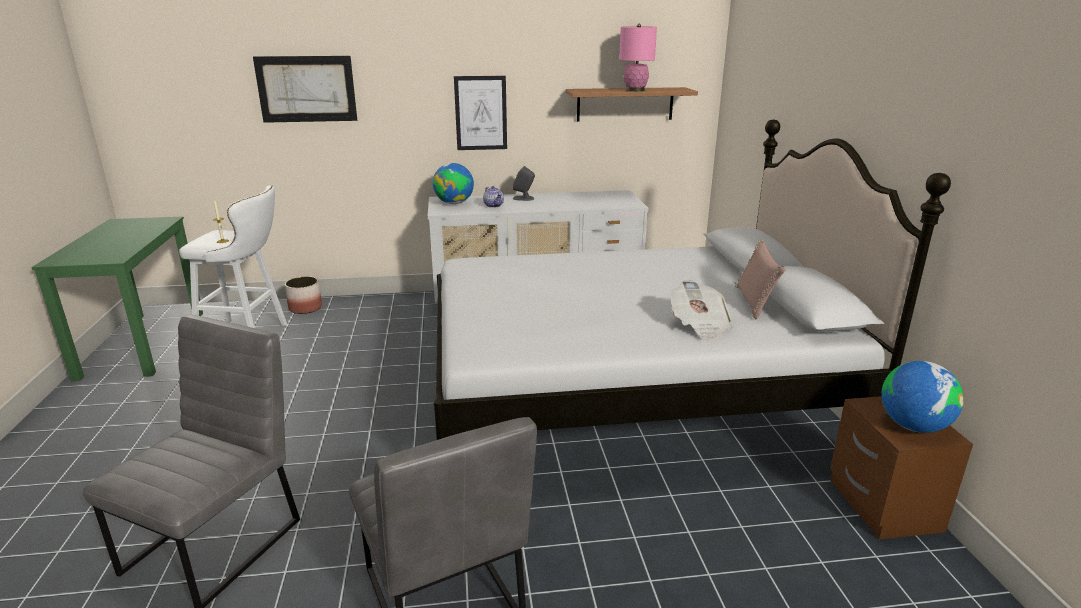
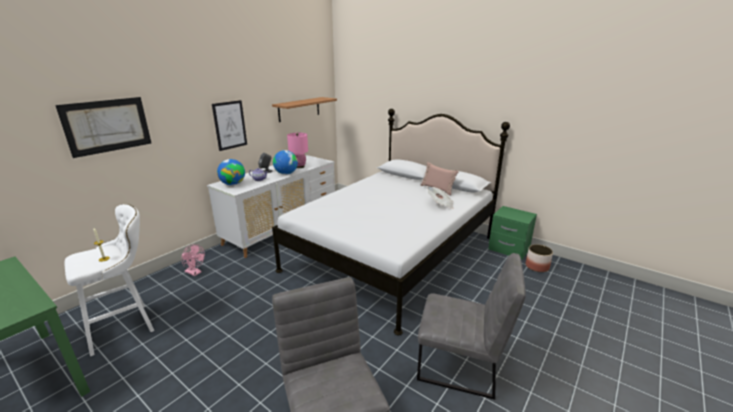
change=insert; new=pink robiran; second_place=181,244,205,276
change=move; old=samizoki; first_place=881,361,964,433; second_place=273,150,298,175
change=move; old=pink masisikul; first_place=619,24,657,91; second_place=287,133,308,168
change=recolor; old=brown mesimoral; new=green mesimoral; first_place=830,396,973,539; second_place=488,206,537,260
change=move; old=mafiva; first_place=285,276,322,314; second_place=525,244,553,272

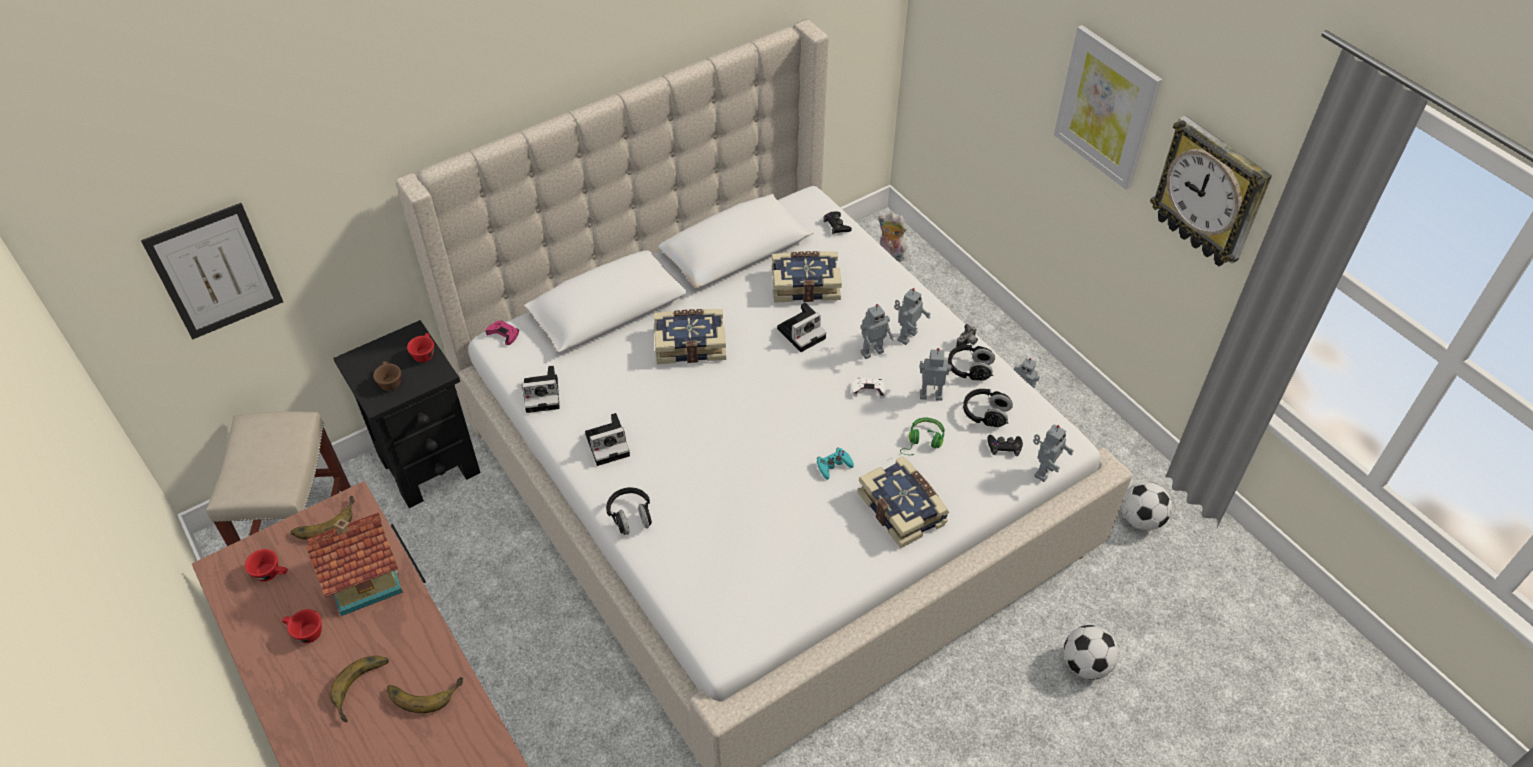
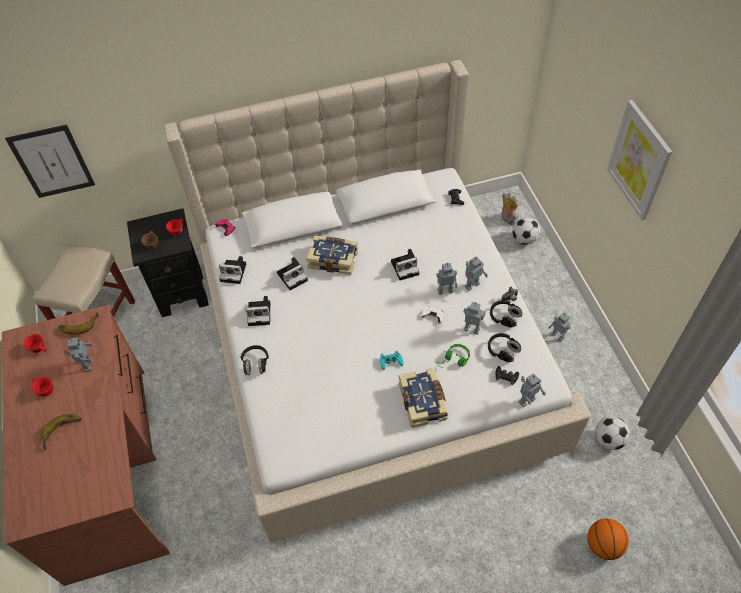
change=replace; old=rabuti; new=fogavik; first_place=306,513,403,616; second_place=64,337,94,372
change=insert; new=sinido; second_place=277,257,308,290
change=move; old=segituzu; first_place=1064,625,1119,680; second_place=512,217,540,245
change=insert; new=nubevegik; second_place=587,519,629,560
change=delete; old=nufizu; first_place=387,677,463,713
change=delete; old=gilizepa; first_place=772,251,842,303
change=delete; old=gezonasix; first_place=1150,115,1272,267

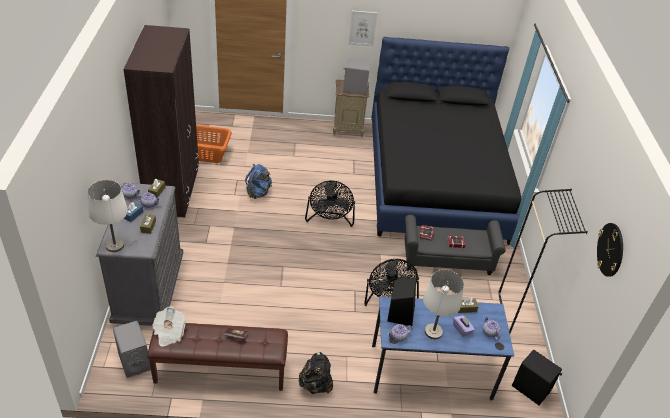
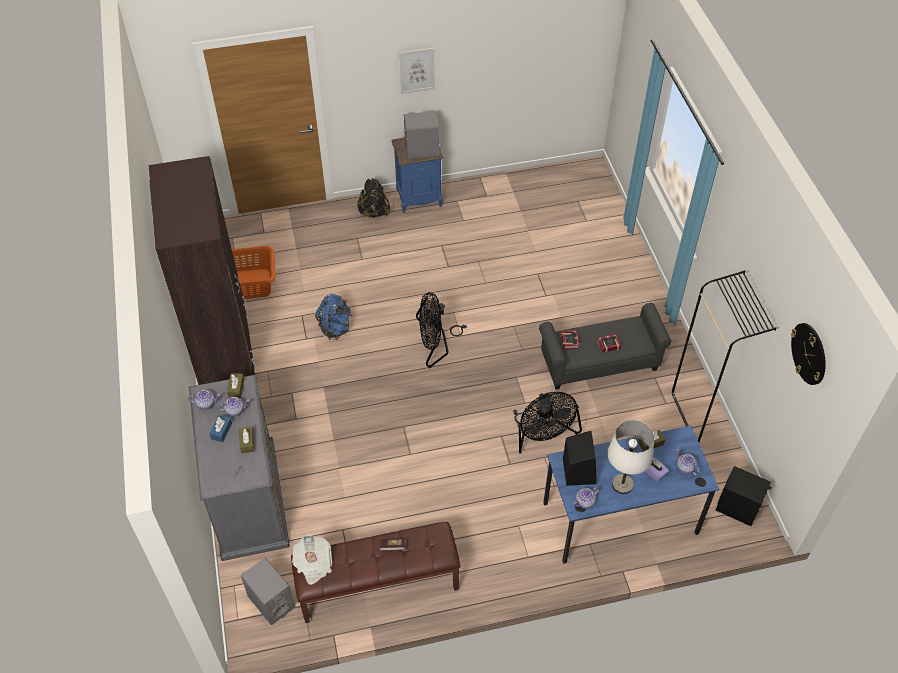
change=move; old=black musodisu; first_place=299,352,333,394; second_place=357,178,390,218
change=recolor; old=beige mesimoral; new=blue mesimoral; first_place=333,79,369,138; second_place=391,137,444,213
change=rotate; old=black robiran; first_place=305,180,355,227; second_place=416,292,466,368; degrees=90
change=delete; old=white masisikul; first_place=87,180,128,252
change=delete; old=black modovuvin; first_place=372,37,521,245

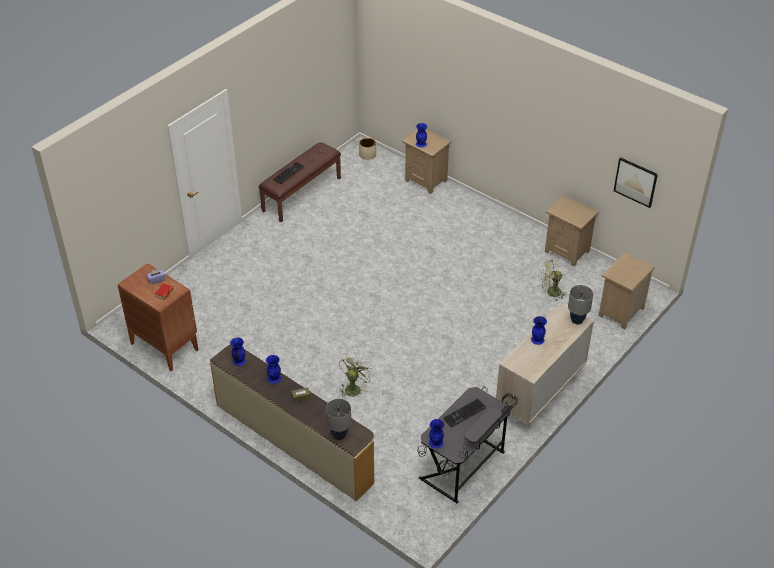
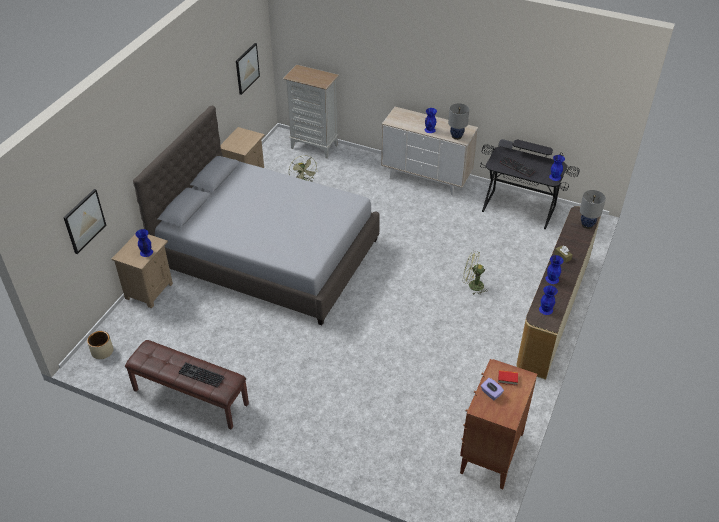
change=insert; new=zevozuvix; second_place=63,189,106,254
change=insert; new=grey modovuvin; second_place=133,106,380,325
change=replace; old=beige mesimoral; new=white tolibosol; first_place=598,252,654,330; second_place=283,65,339,158
change=move; old=grey masisikul; first_place=568,285,593,325; second_place=448,103,469,140

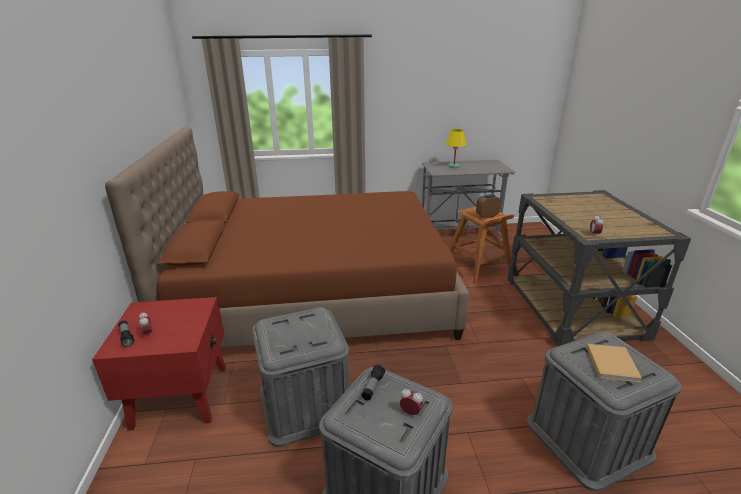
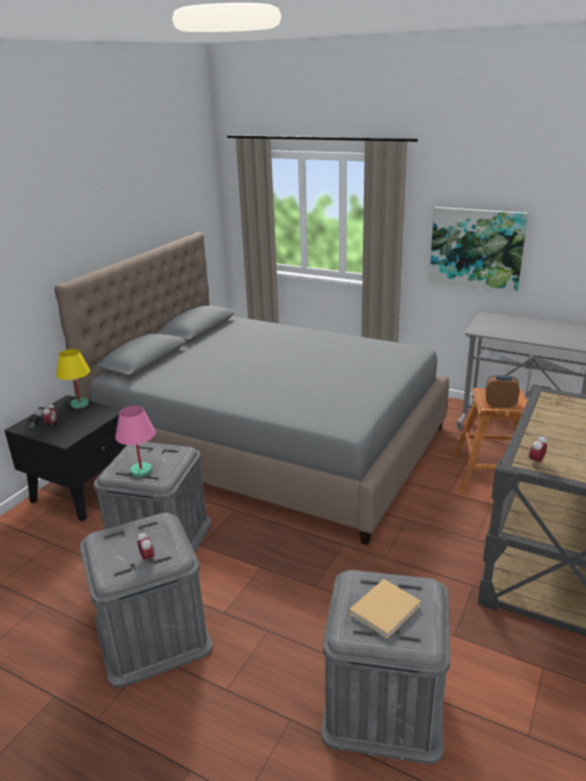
change=recolor; old=red mesimoral; new=black mesimoral; first_place=92,297,226,430; second_place=4,395,127,522
change=recolor; old=brown modovuvin; new=grey modovuvin; first_place=105,127,469,347; second_place=55,232,449,545
change=move; old=yellow masisikul; first_place=446,129,466,168; second_place=56,349,90,408
change=insert; new=pink masisikul; second_place=115,406,156,477
change=insert; new=zevozuvix; second_place=429,207,528,292
change=delete; old=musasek; first_place=362,364,385,400

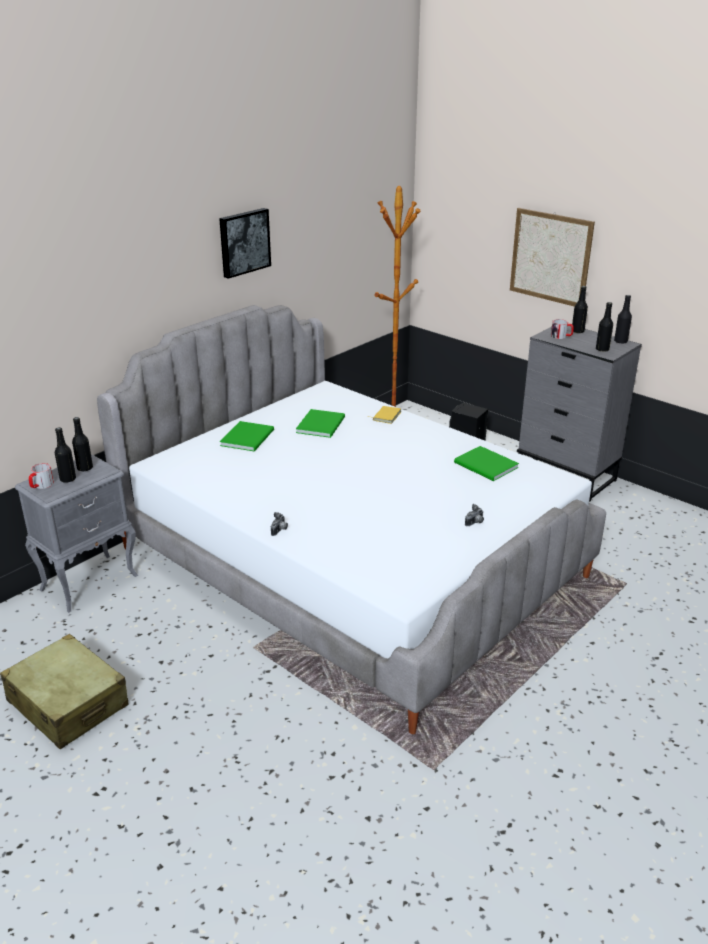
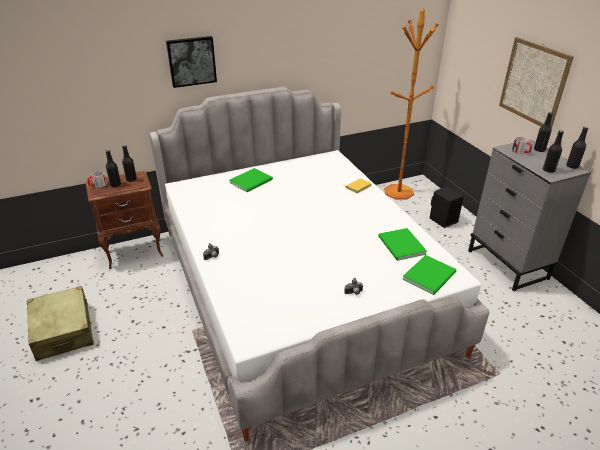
change=recolor; old=grey mesimoral; new=brown mesimoral; first_place=15,455,138,613; second_place=86,171,163,269
change=move; old=zevozuvix; first_place=219,208,271,279; second_place=166,36,217,88
change=move; old=green gilizepa; first_place=296,409,345,438; second_place=403,255,456,295

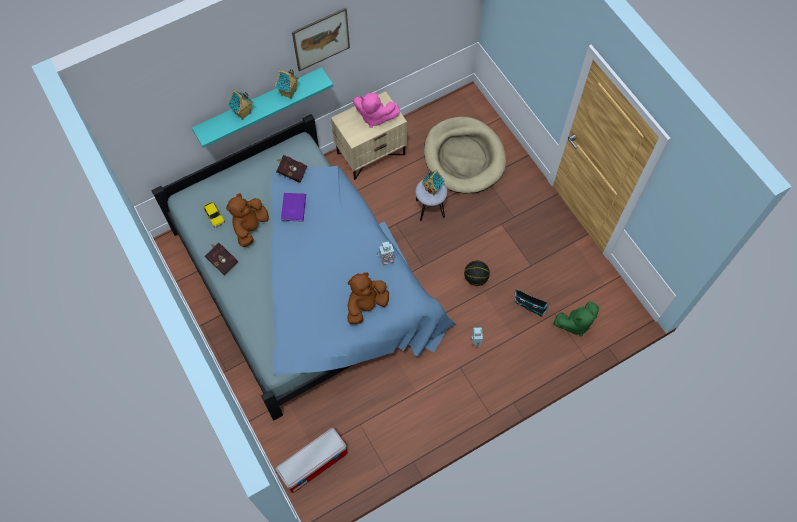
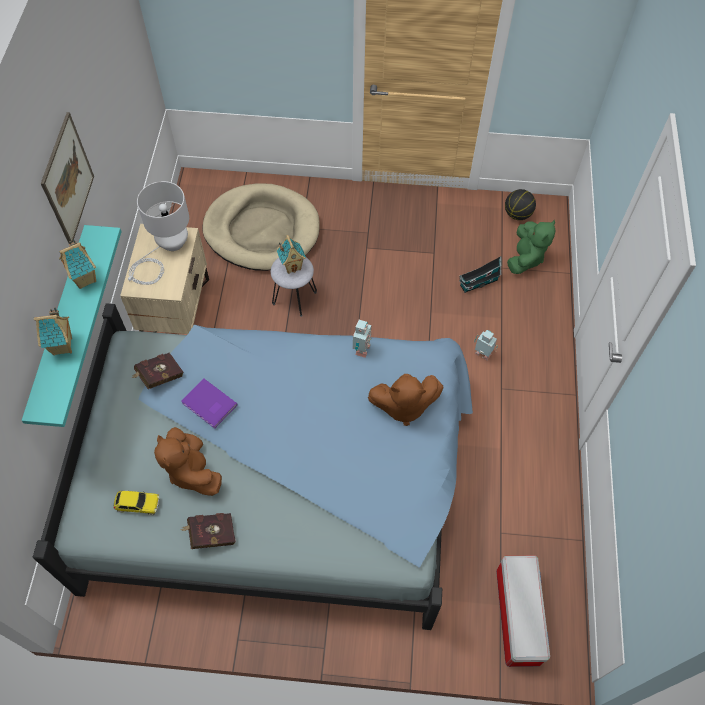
change=replace; old=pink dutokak; new=grey masisikul; first_place=353,93,400,128; second_place=128,181,189,285
change=rotate; old=brown dutokak; first_place=347,272,389,324; second_place=368,374,443,426; degrees=-90
change=move; old=nubevegik; first_place=464,261,490,286; second_place=505,189,536,220

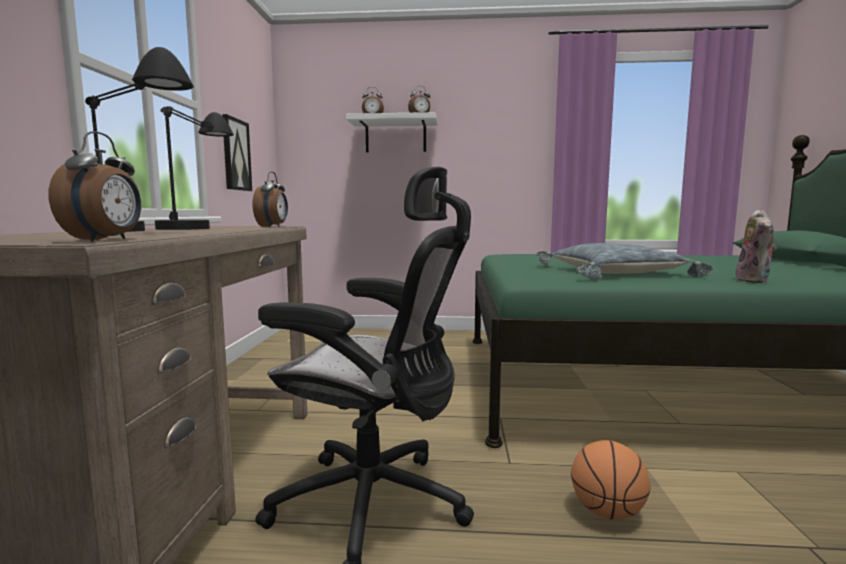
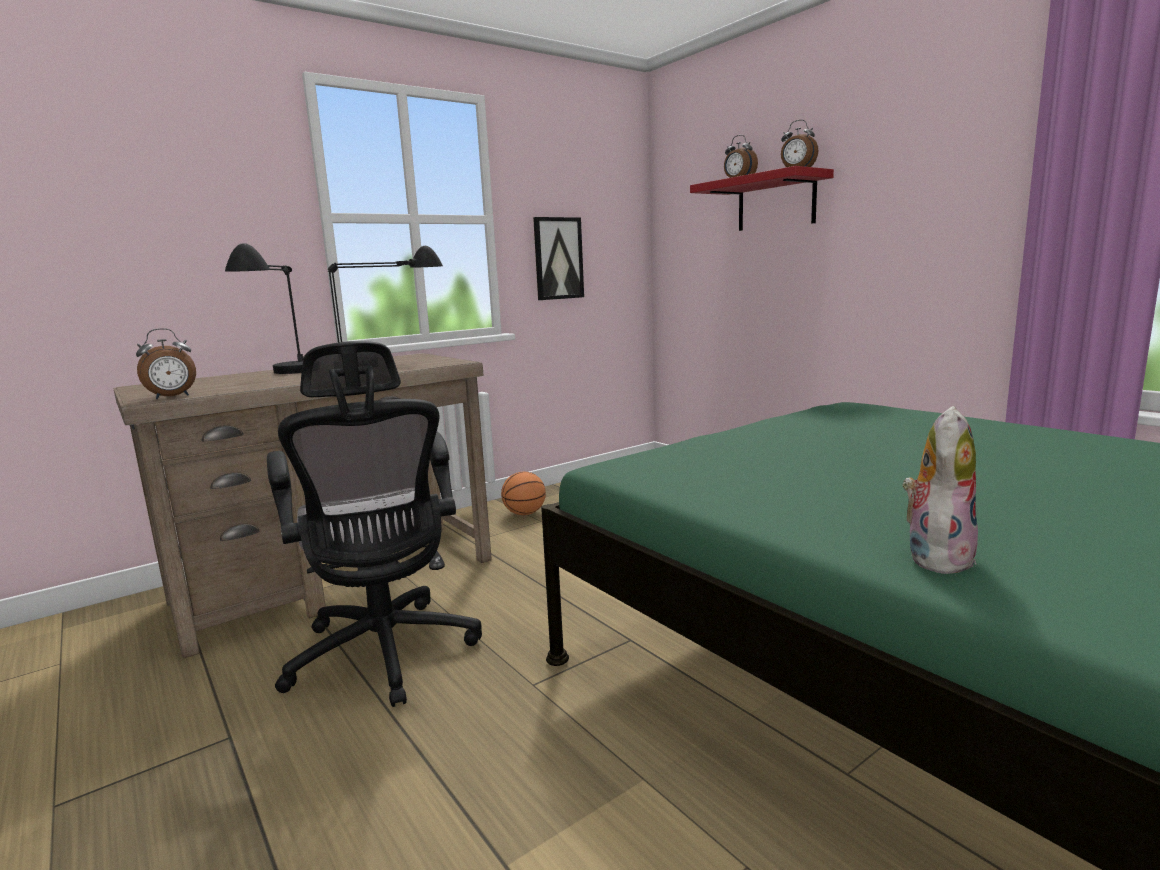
change=move; old=nubevegik; first_place=571,440,651,520; second_place=501,472,546,515
change=recolor; old=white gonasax; new=red gonasax; first_place=346,112,438,152; second_place=690,166,834,231
change=rotate; old=dutokak; first_place=735,210,777,283; second_place=903,406,978,575; degrees=150
change=delete; old=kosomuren; first_place=253,171,288,227
change=delete; old=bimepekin; first_place=537,243,712,280

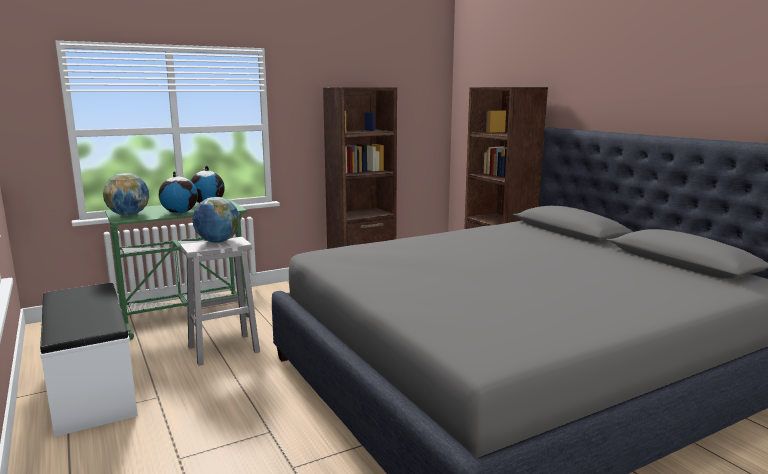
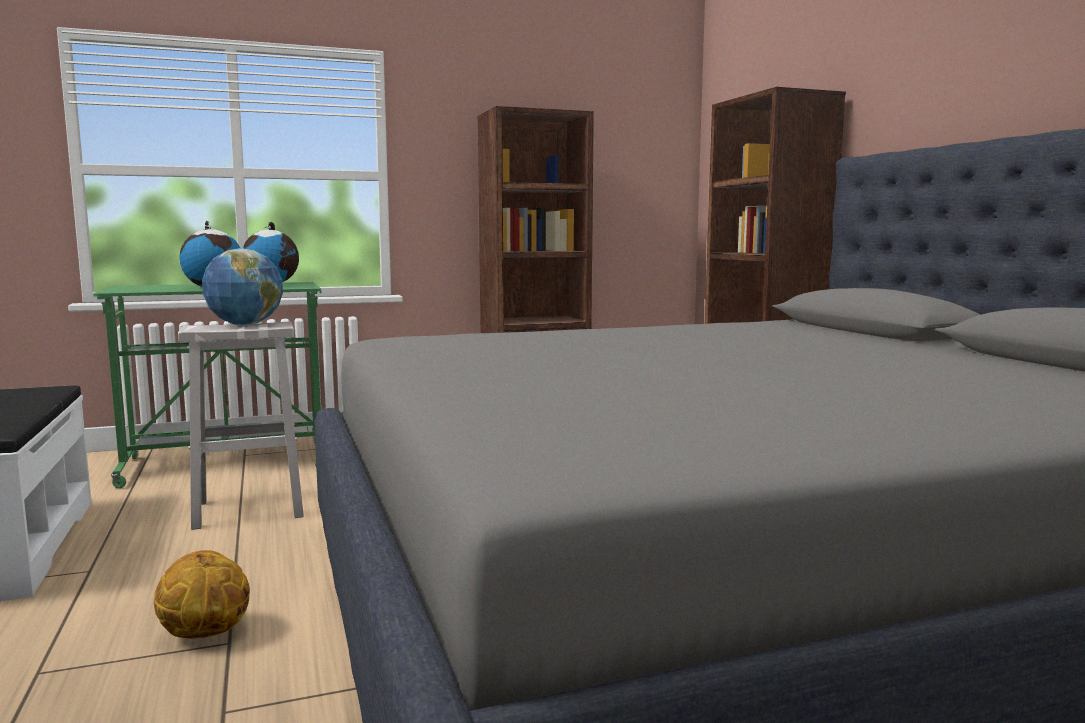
change=insert; new=nubevegik; second_place=154,550,250,638
change=delete; old=samizoki; first_place=103,173,149,216

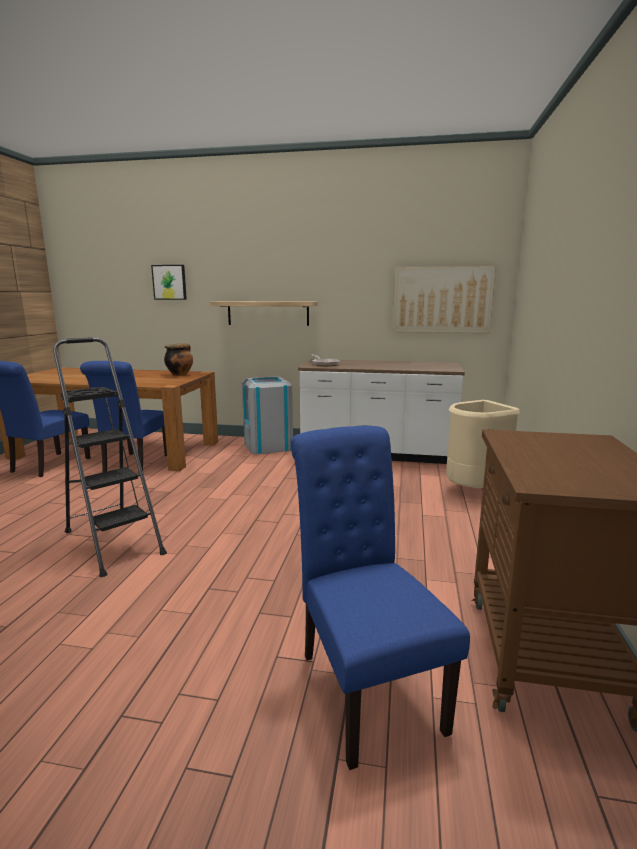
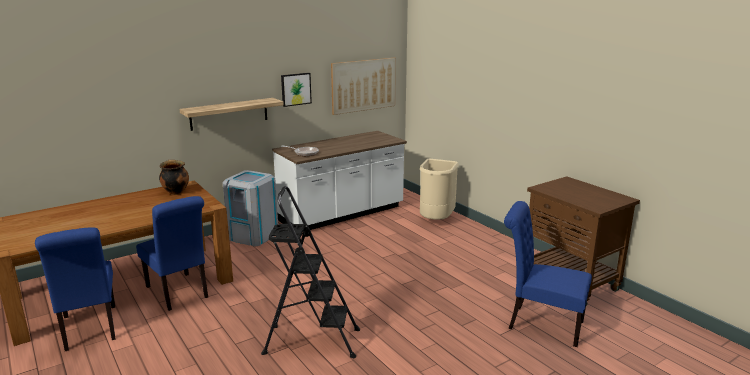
change=move; old=zevozuvix; first_place=151,265,187,300; second_place=281,73,312,107

